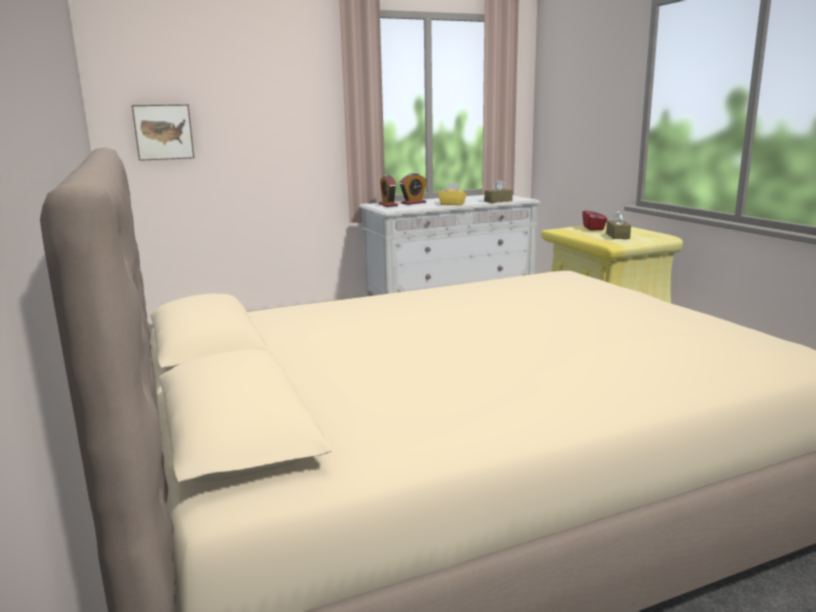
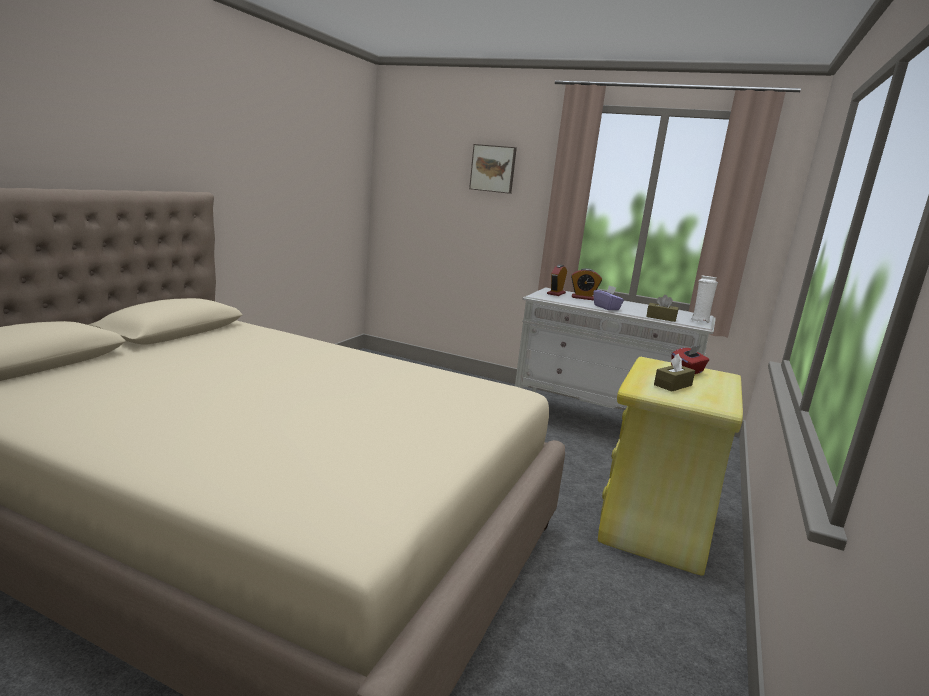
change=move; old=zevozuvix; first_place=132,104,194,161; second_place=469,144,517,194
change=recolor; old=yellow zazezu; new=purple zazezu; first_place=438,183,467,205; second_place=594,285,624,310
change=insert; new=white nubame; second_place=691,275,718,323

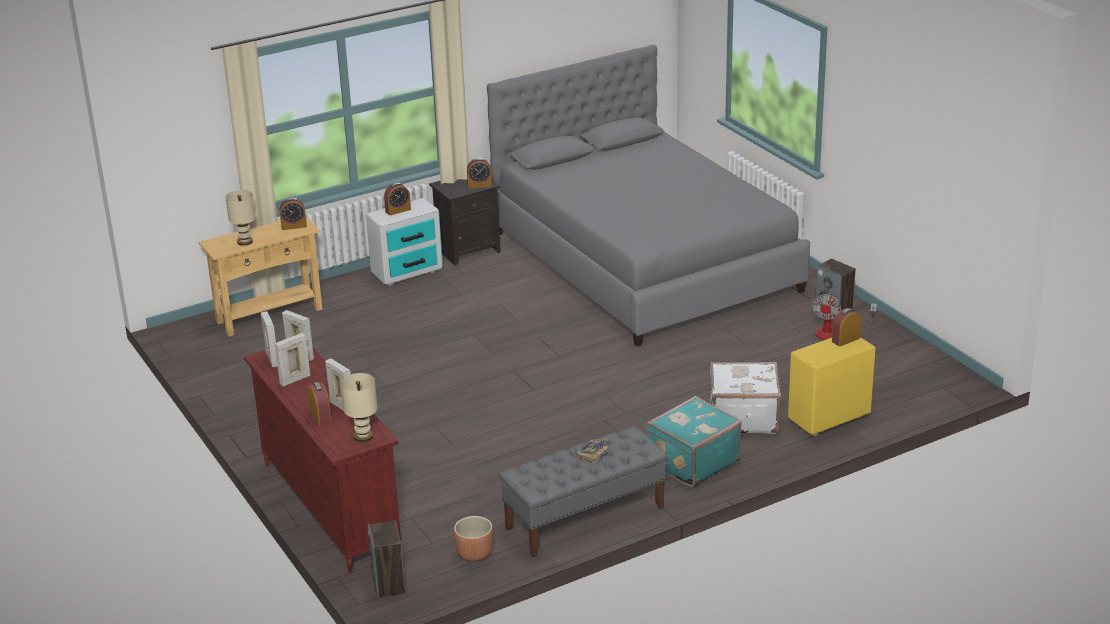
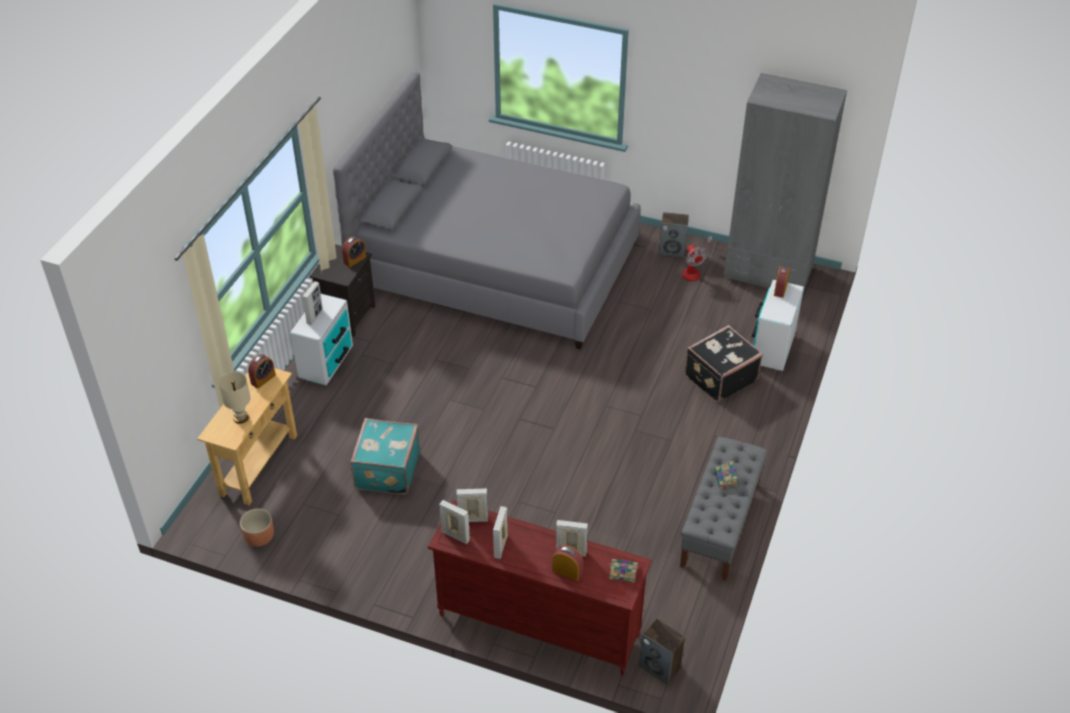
change=move; old=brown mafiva; first_place=454,516,493,561; second_place=240,509,274,547
change=replace; old=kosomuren; new=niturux; first_place=384,183,411,216; second_place=302,281,323,325
change=move; old=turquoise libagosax; first_place=646,396,742,488; second_place=350,418,420,495
change=replace; old=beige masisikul; new=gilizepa; first_place=341,373,378,442; second_place=607,559,638,583
change=recolor; old=white libagosax; new=black libagosax; first_place=710,362,781,434; second_place=685,325,763,403
change=insert; new=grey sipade; second_place=724,73,847,288
change=recolor; old=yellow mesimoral; new=white mesimoral; first_place=788,337,876,436; second_place=752,280,804,371

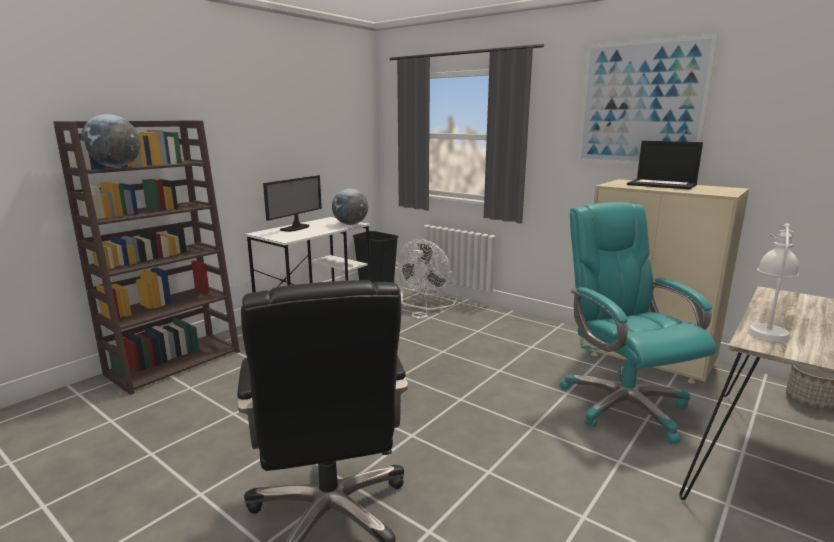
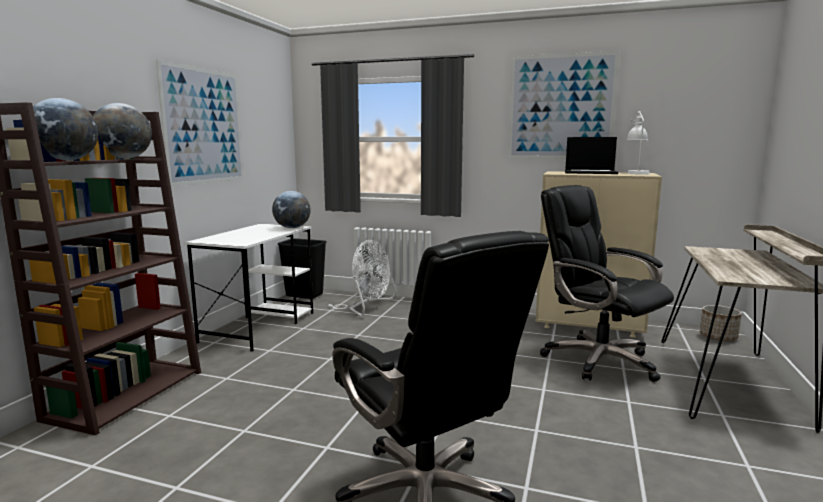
change=insert; new=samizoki; second_place=93,103,152,159
change=insert; new=zevozuvix; second_place=156,60,244,187
change=rotate; old=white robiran; first_place=396,239,458,320; second_place=328,240,397,318; degrees=105
change=recolor; old=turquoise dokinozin; new=black dokinozin; first_place=560,202,717,444; second_place=540,185,674,382
change=move; old=white masisikul; first_place=747,224,799,342; second_place=627,111,650,175
change=delete; old=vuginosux; first_place=263,175,322,232

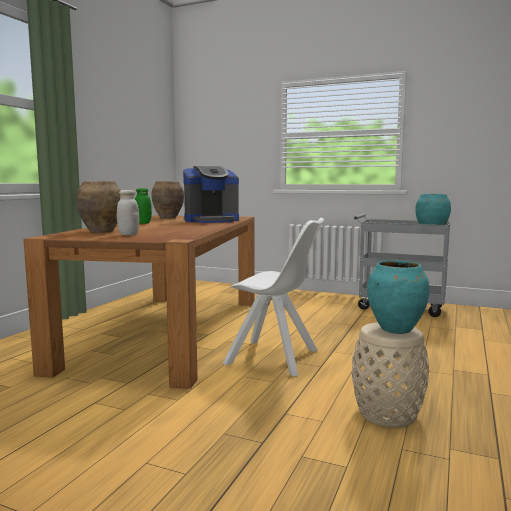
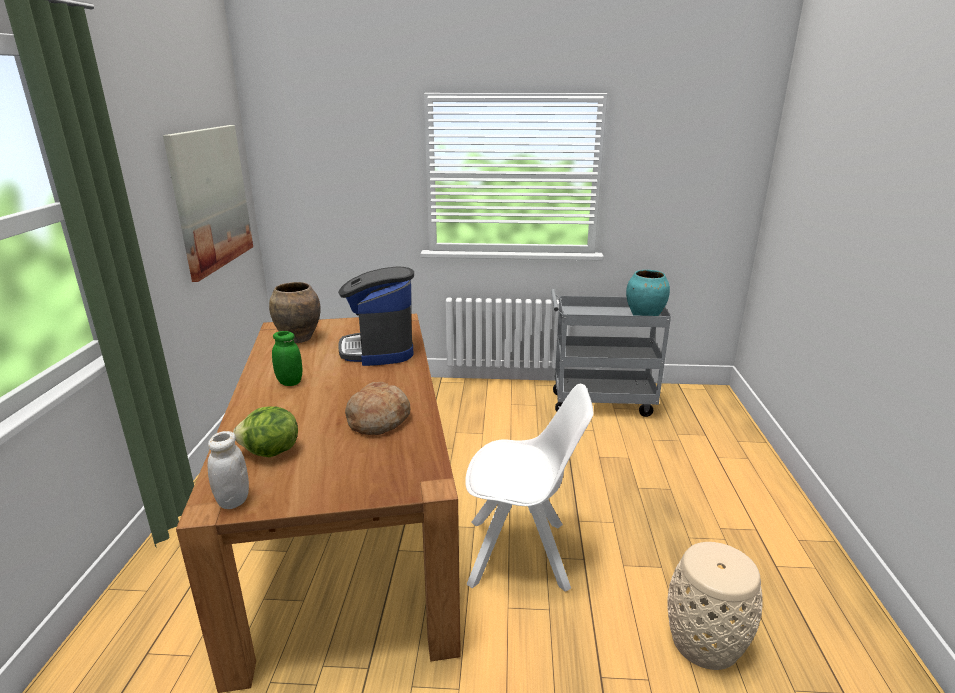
change=insert; new=zevozuvix; second_place=163,125,253,282
change=move; old=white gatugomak; first_place=117,190,139,235; second_place=207,431,249,509
change=replace; old=brown nubame; new=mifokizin; first_place=76,181,121,233; second_place=233,406,298,457
change=rotate; old=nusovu; first_place=183,166,239,223; second_place=338,267,414,366; degrees=120
change=insert; new=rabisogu; second_place=345,382,410,435
change=delete; old=turquoise nubame; first_place=367,260,430,334

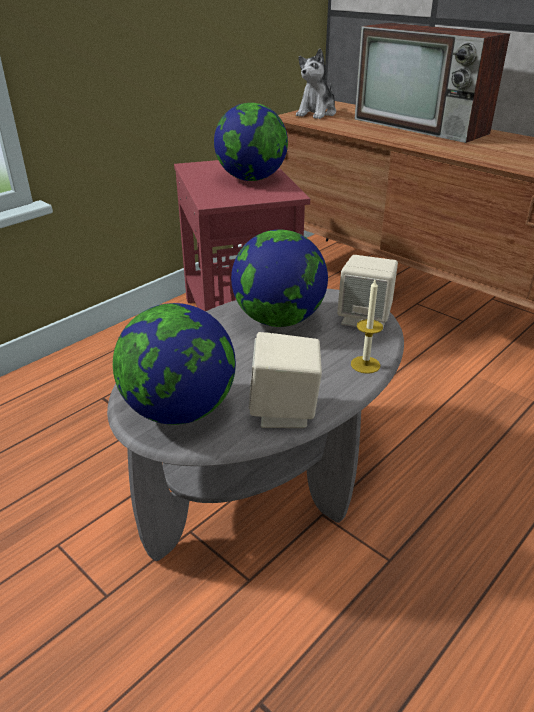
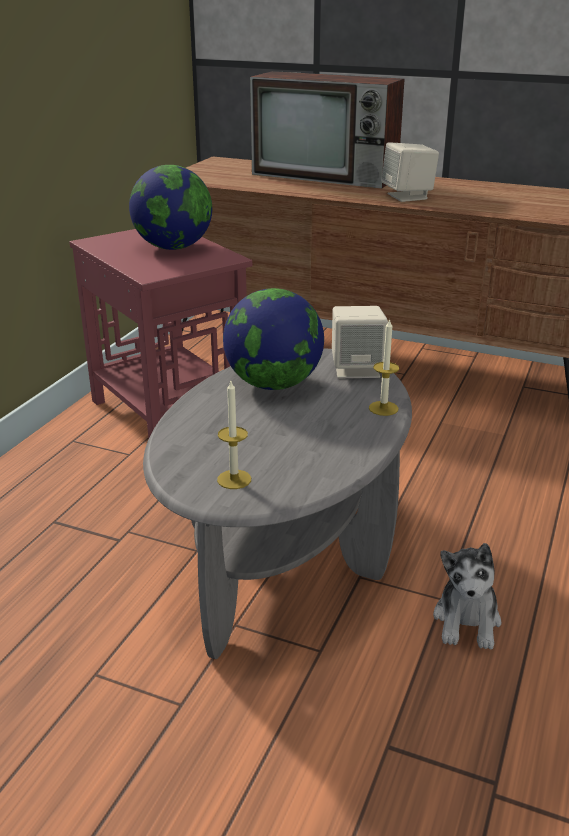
change=replace; old=samizoki; new=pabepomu; first_place=113,303,236,425; second_place=217,381,251,489
change=move; old=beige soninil; first_place=249,332,322,428; second_place=381,143,439,202
change=move; old=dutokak; first_place=296,48,336,119; second_place=433,543,502,650

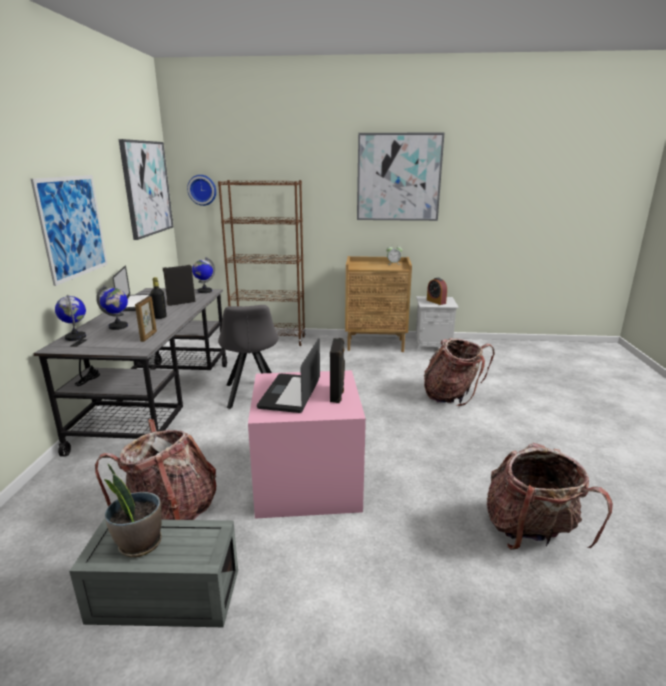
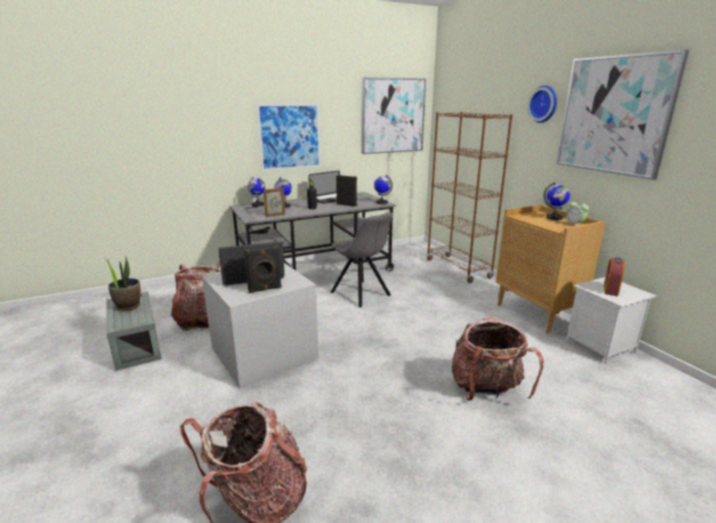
change=recolor; old=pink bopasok; new=grey bopasok; first_place=248,370,366,519; second_place=202,263,319,388
change=rotate; old=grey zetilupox; first_place=218,305,279,409; second_place=330,212,393,308; degrees=-90
change=move; old=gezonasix; first_place=187,175,216,206; second_place=528,85,557,123
change=insert; new=samizoki; second_place=543,182,570,220

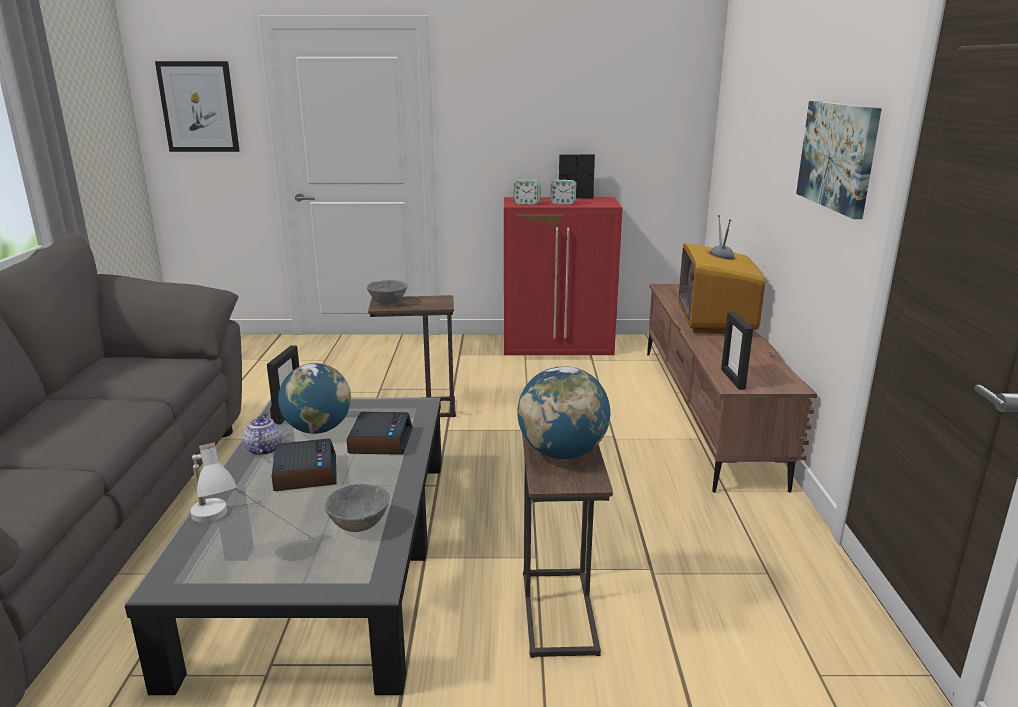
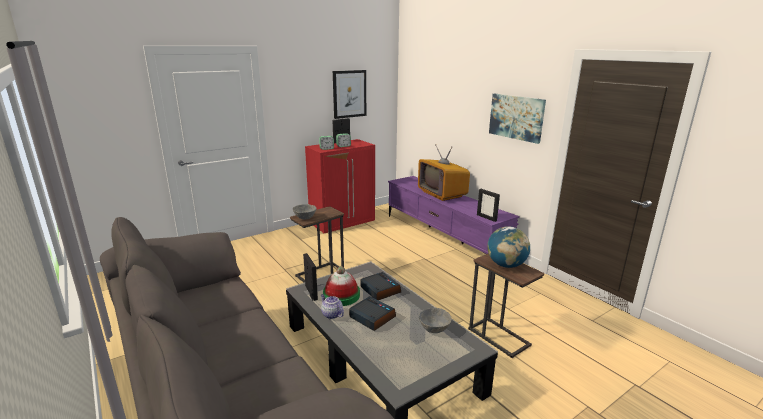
change=replace; old=samizoki; new=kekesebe; first_place=278,363,351,434; second_place=323,266,360,306
change=move; old=zevozuvix; first_place=155,61,240,152; second_place=333,70,366,119
change=recolor; old=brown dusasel; new=purple dusasel; first_place=647,284,817,493; second_place=388,176,520,254
change=delete; old=white masisikul; first_place=190,443,237,523

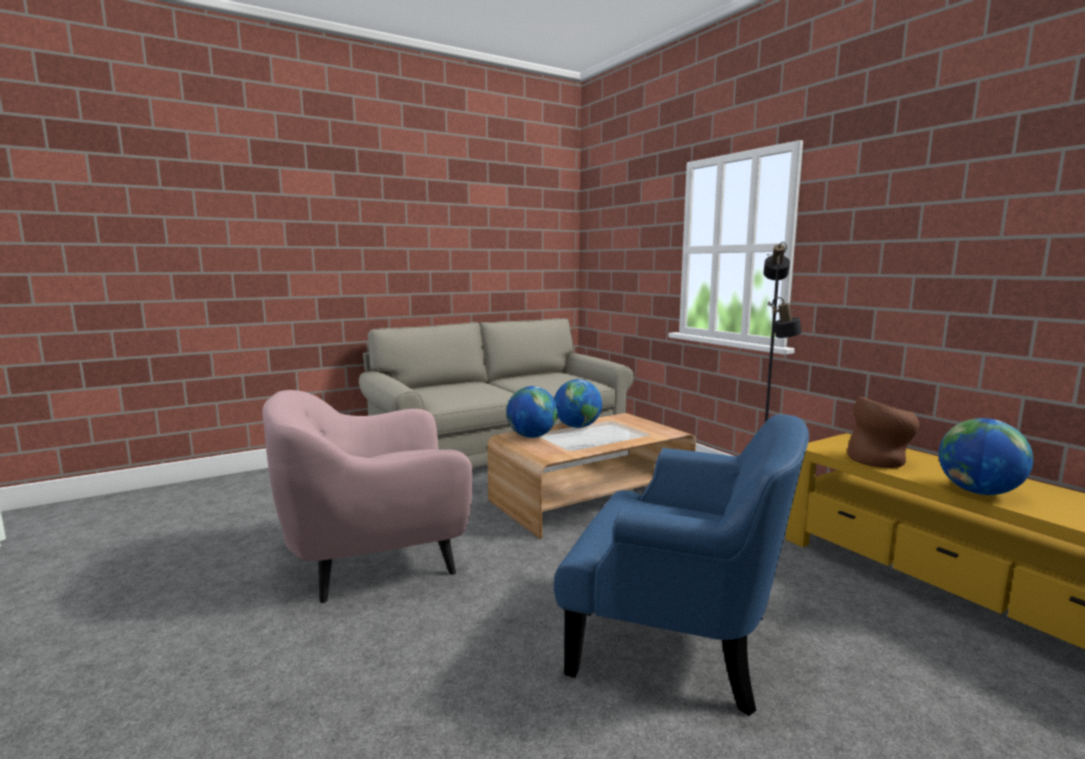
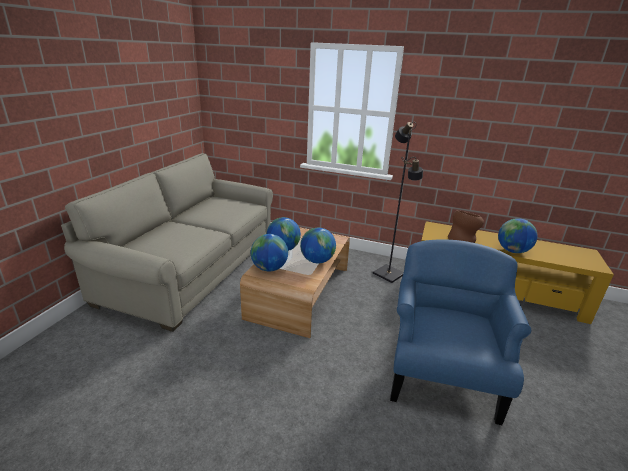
change=insert; new=samizoki; second_place=300,228,336,263
change=rotate; old=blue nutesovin; first_place=554,414,809,716; second_place=390,240,531,425; degrees=-60
change=delete; old=pink nutesovin; first_place=262,390,472,603

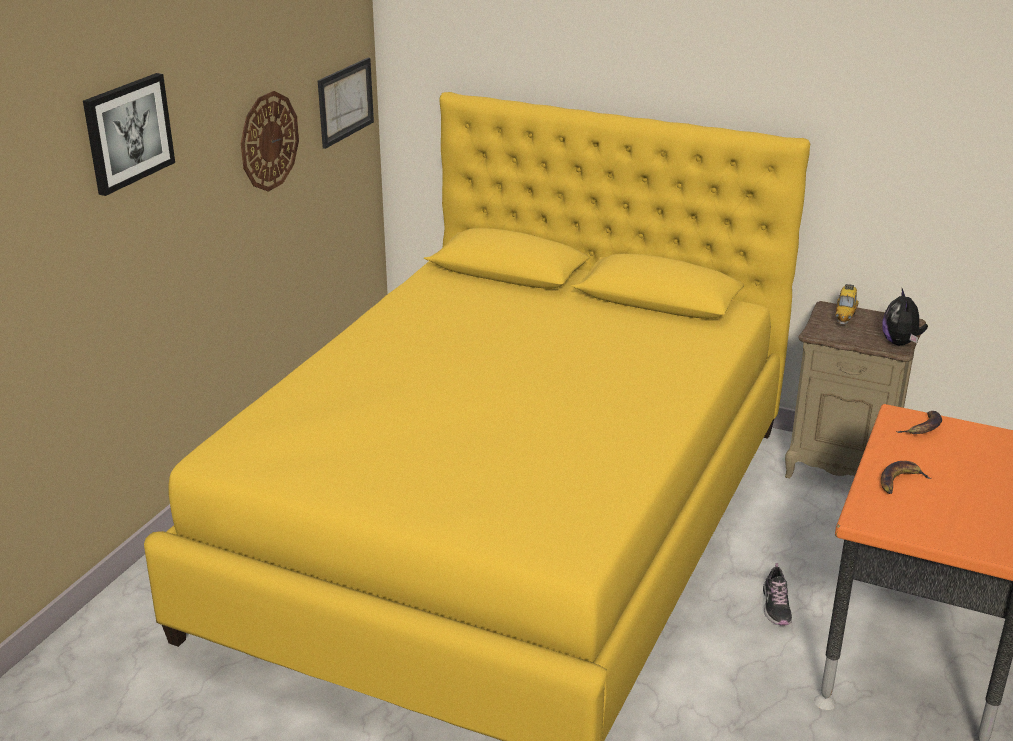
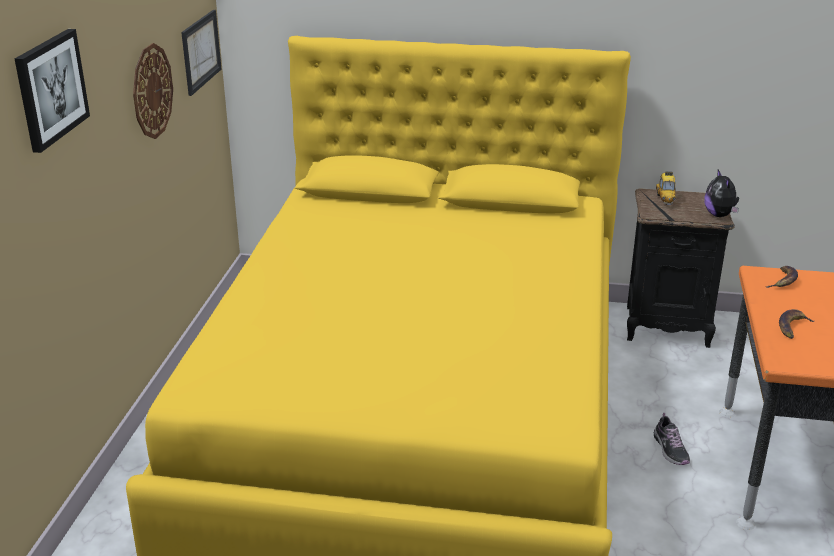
change=recolor; old=beige mesimoral; new=black mesimoral; first_place=785,301,926,478; second_place=627,188,735,348

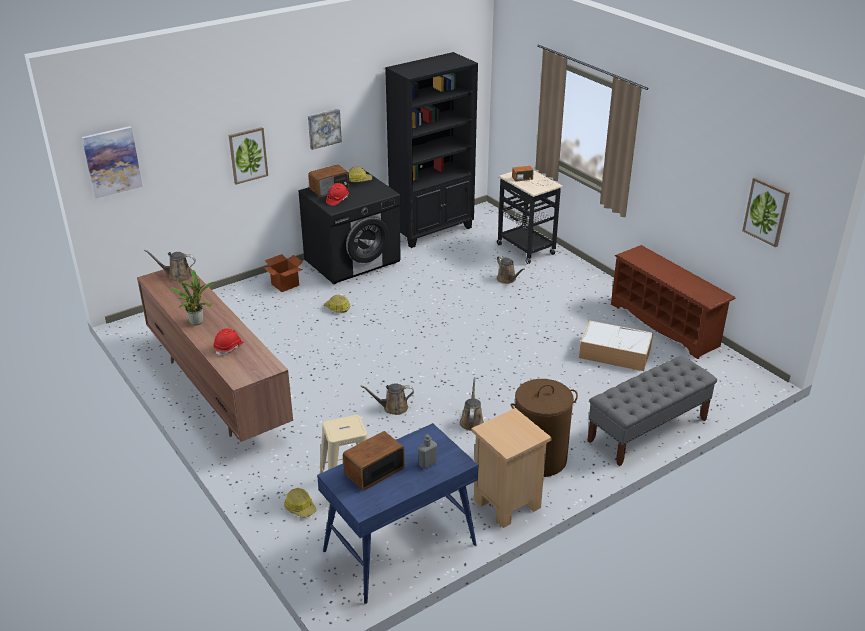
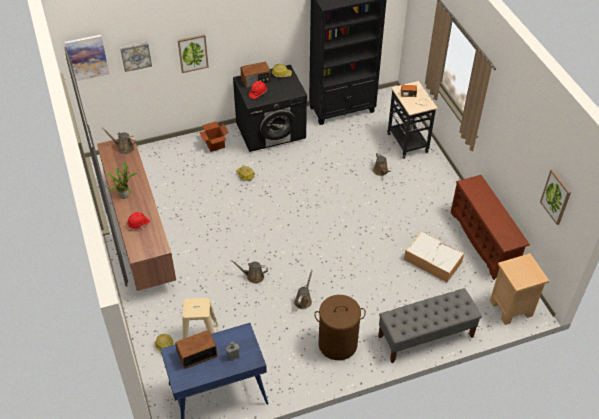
change=move; old=zevozuvix; first_place=308,109,342,150; second_place=120,42,152,72
change=move; old=beige mesimoral; first_place=472,408,552,528; second_place=490,253,549,325

